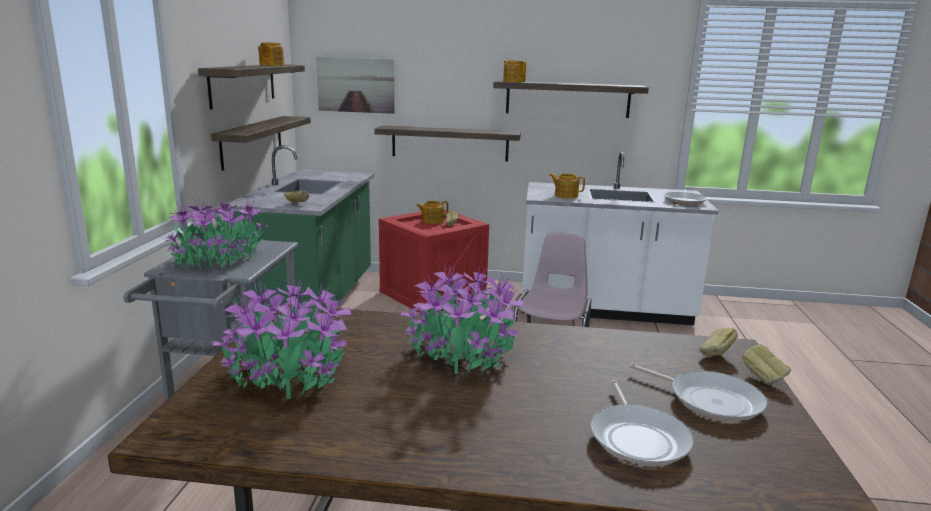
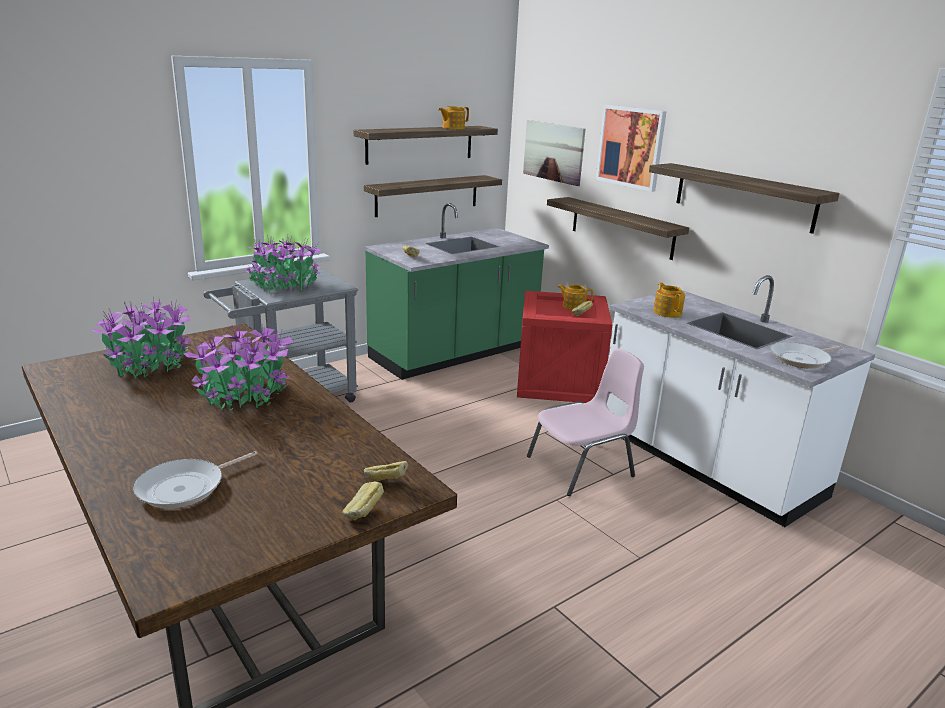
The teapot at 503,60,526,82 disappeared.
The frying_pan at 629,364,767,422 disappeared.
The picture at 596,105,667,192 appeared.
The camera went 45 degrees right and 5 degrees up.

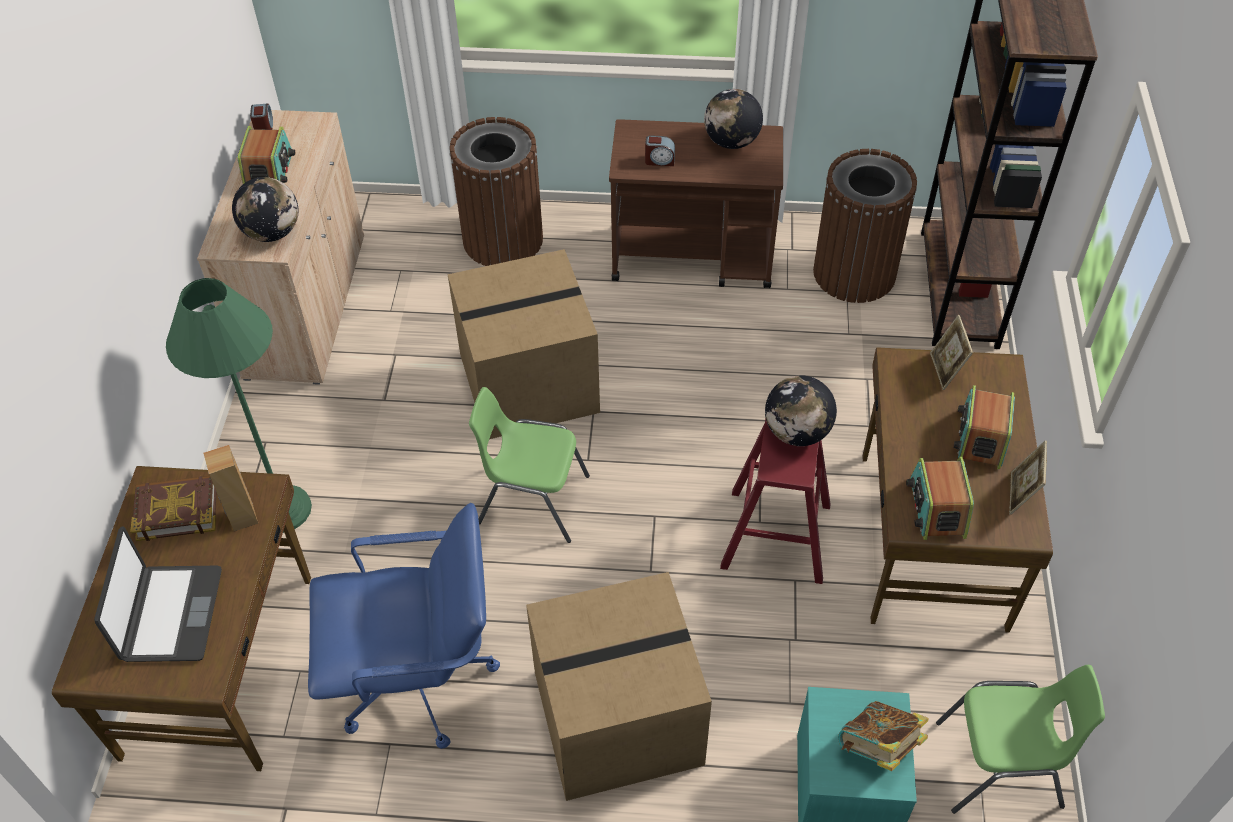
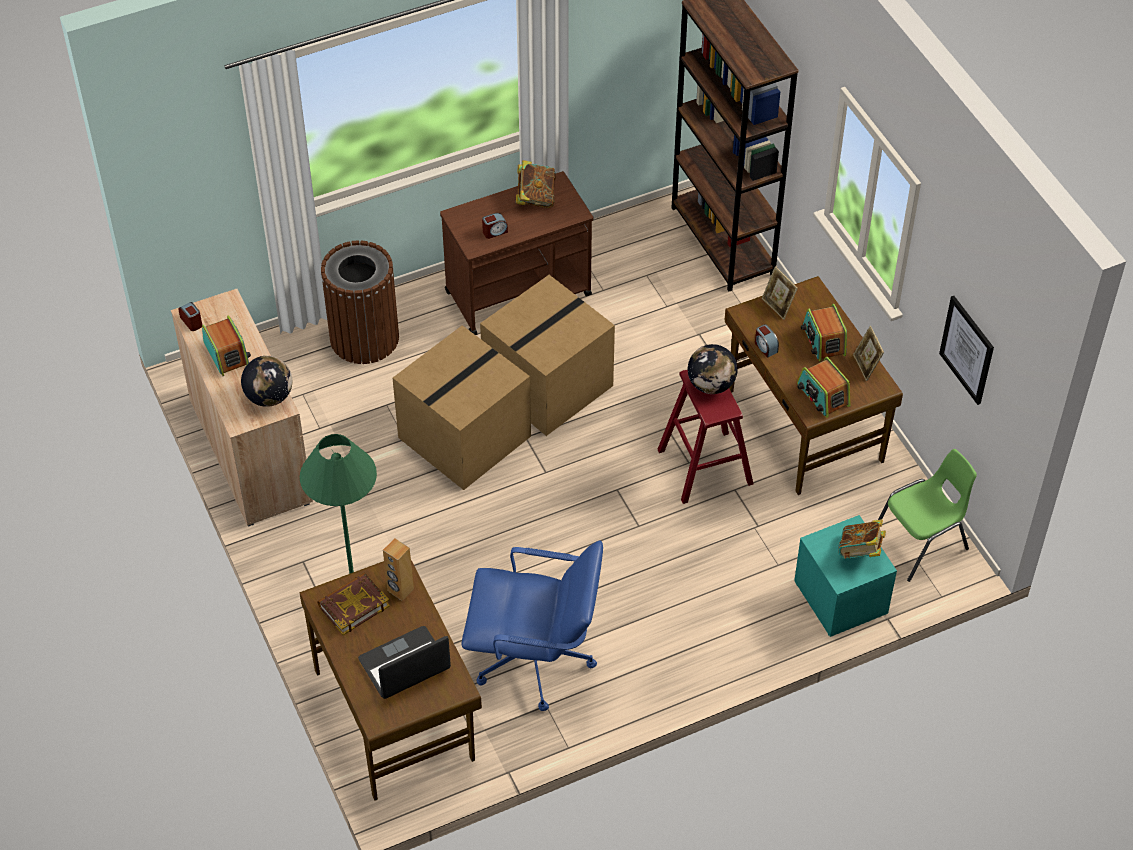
The green_chair at 469,387,590,543 disappeared.
The brown_trash_can at 813,149,917,303 disappeared.
The alarm_clock at 755,324,779,358 appeared.
The picture at 939,296,994,405 appeared.
The cardboard_box moved from 526,572,712,801 to 480,275,615,436.
The globe at 704,89,763,149 was replaced by the book at 516,160,556,208.
The laptop at 94,526,222,662 turned 90 degrees counterclockwise.
The blue_office_chair at 308,503,500,749 turned 45 degrees clockwise.
The camera went 30 degrees left and 0 degrees up.

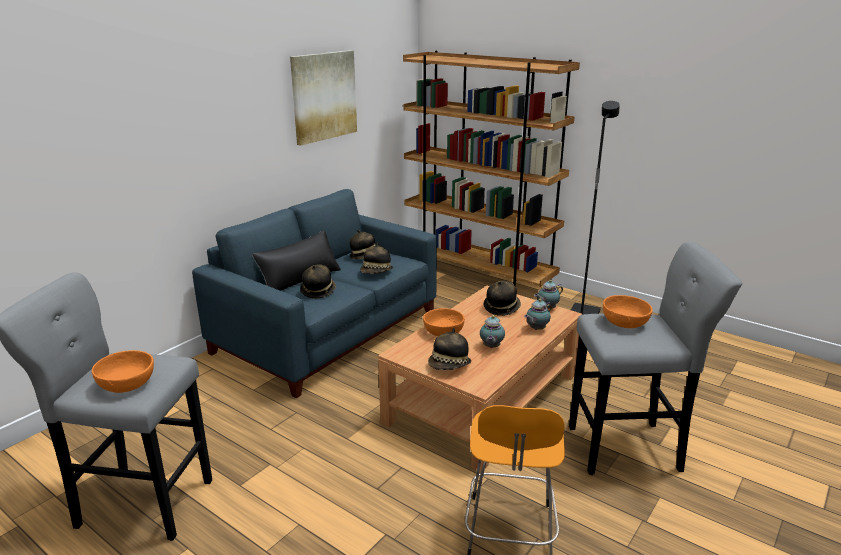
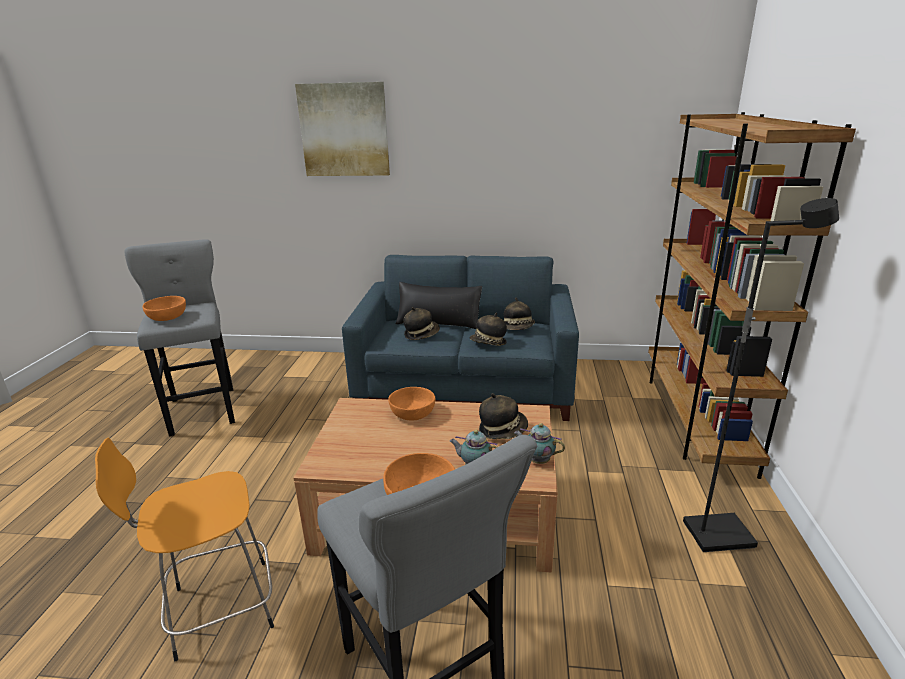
The hat at 428,328,471,370 disappeared.
The teapot at 480,315,505,348 disappeared.
The picture moved from 290,50,357,146 to 295,82,390,176.
The camera went 60 degrees right and 0 degrees up.

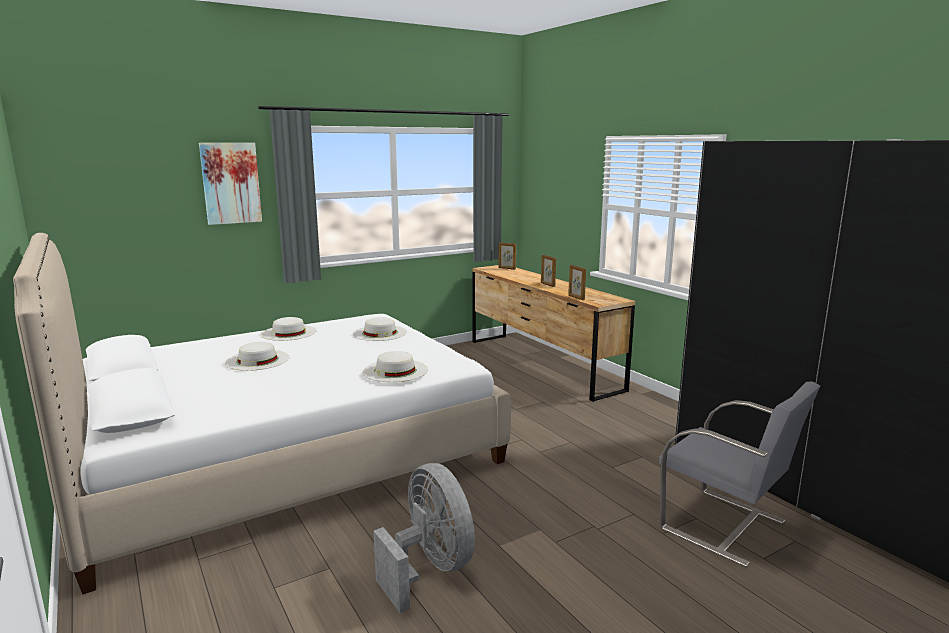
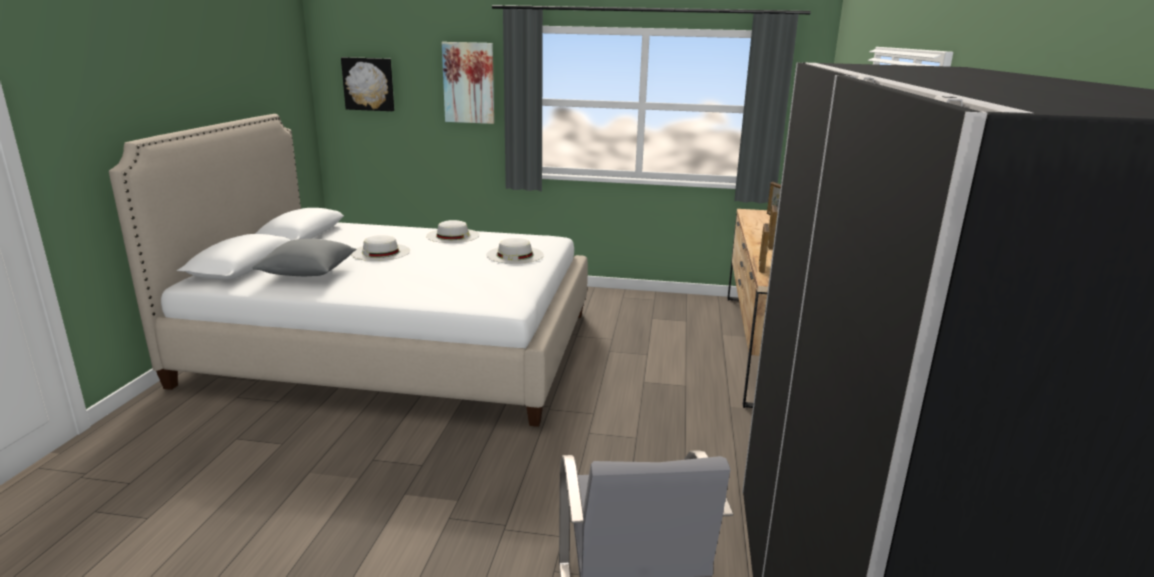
The white_hat at 363,351,428,382 disappeared.
The grey_fan at 373,463,475,613 disappeared.
The grey_pillow at 253,239,357,276 appeared.
The picture at 341,57,394,111 appeared.
The camera went 40 degrees right and 5 degrees up.

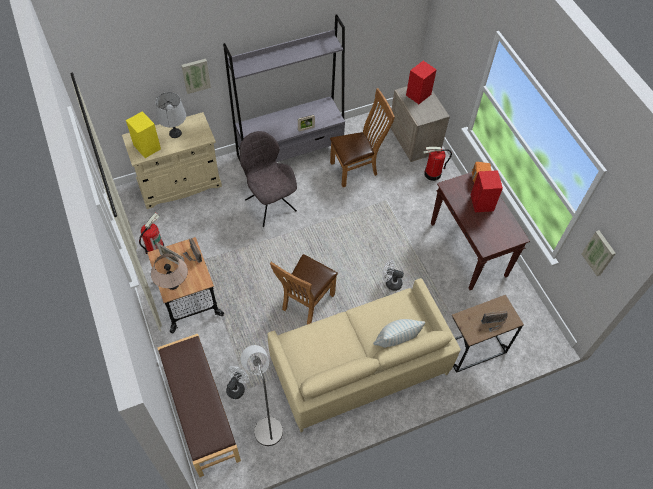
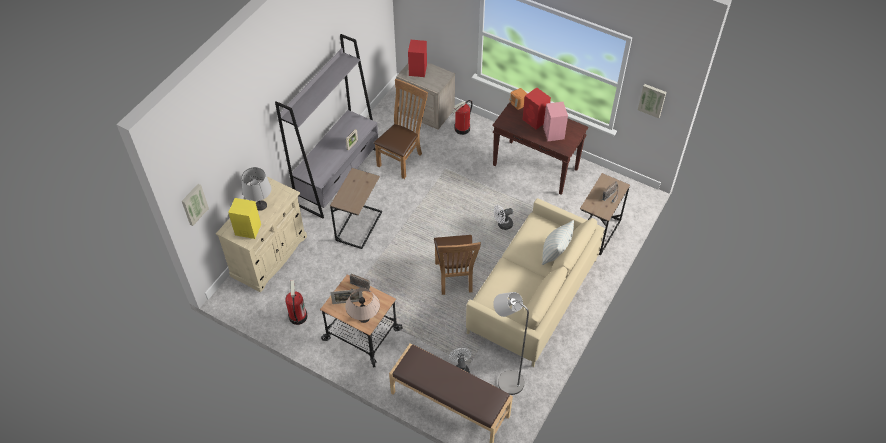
The pink_speaker at 543,102,568,141 appeared.
The picture moved from 182,59,211,94 to 182,184,209,226.
The grey_chair at 240,131,297,227 was replaced by the brown_side_table at 330,168,382,249.
The camera went 35 degrees left and 5 degrees down.

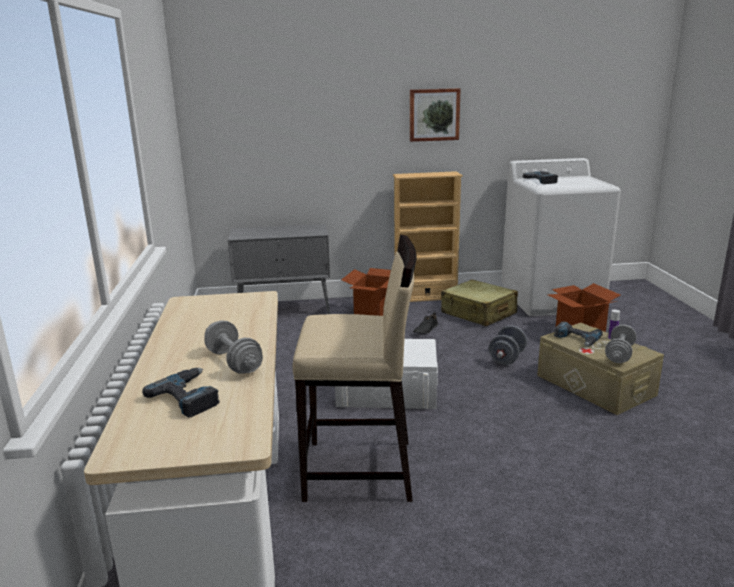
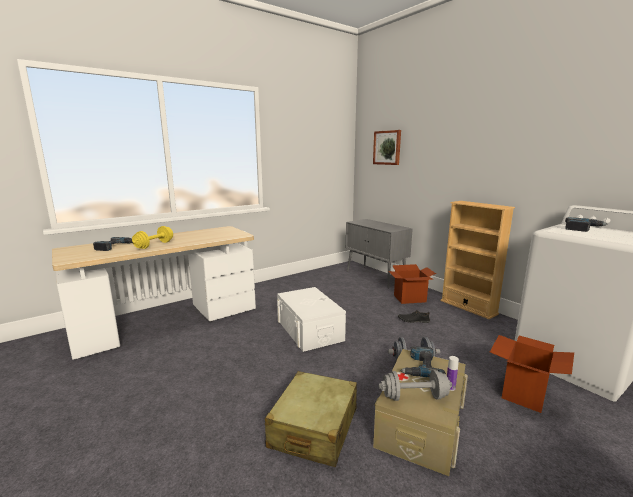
The beige_stool at 292,235,417,502 disappeared.
The picture moved from 410,88,461,142 to 373,130,401,165.
The beige_suitcase moved from 441,279,518,326 to 265,371,357,467.
The grey_dumbbell at 204,321,263,373 became the yellow_dumbbell at 132,226,173,249.
The camera went 60 degrees right and 5 degrees down.

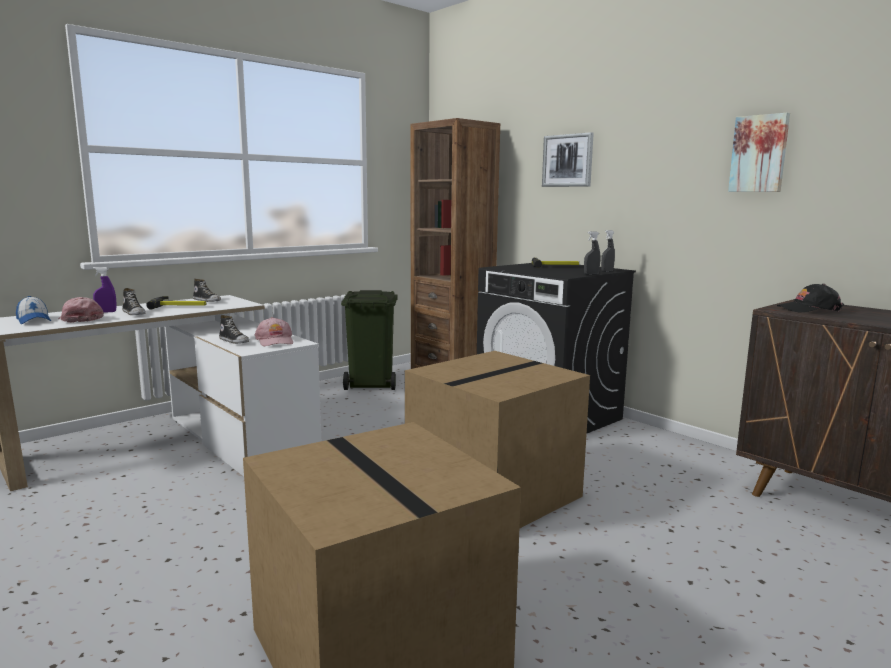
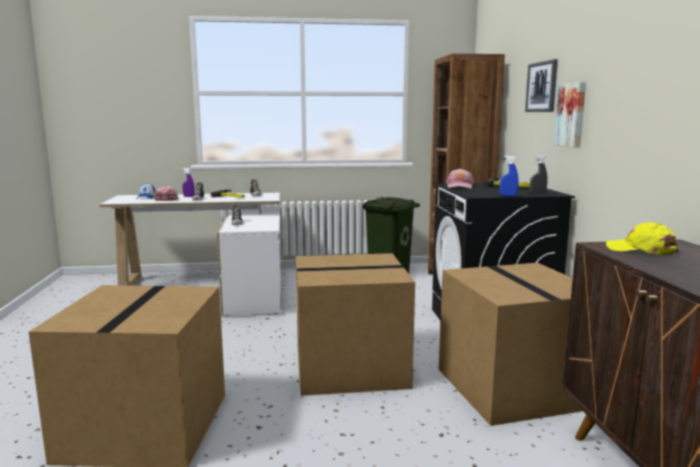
The cardboard_box at 439,263,582,426 appeared.
The pink_cap moved from 255,317,293,346 to 446,168,474,188.
The picture moved from 728,113,790,192 to 554,82,586,148.
The grey_spray_bottle at 584,231,600,275 became the blue_spray_bottle at 500,155,519,197.
The black_cap at 777,284,844,313 became the yellow_cap at 606,222,678,256.
The camera went 35 degrees right and 0 degrees up.

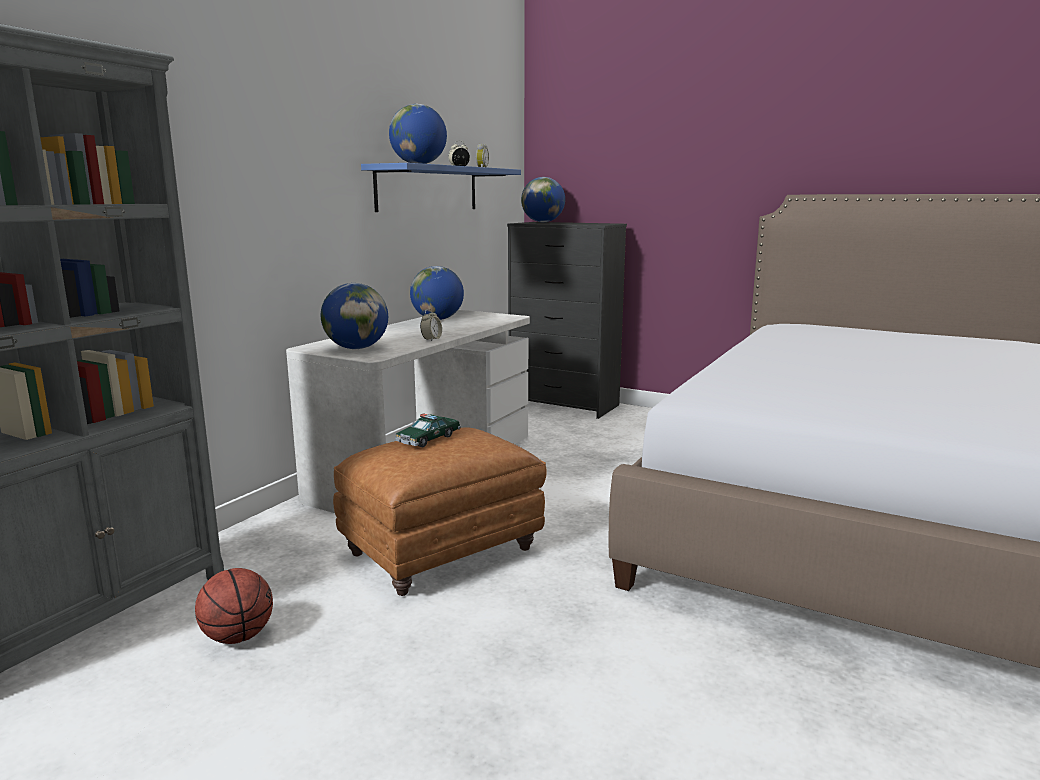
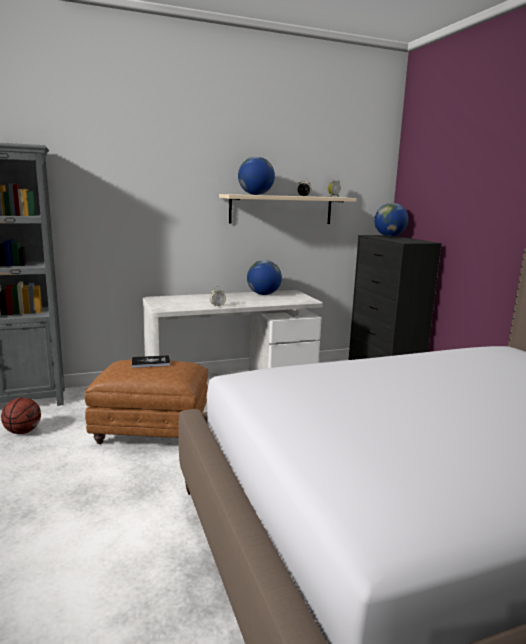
The globe at 321,283,388,349 disappeared.
The toy_car at 395,413,461,447 was replaced by the book at 132,355,170,368.
The blue_shelf at 361,163,521,212 became the beige_shelf at 219,194,356,224.
The camera went 40 degrees right and 0 degrees up.

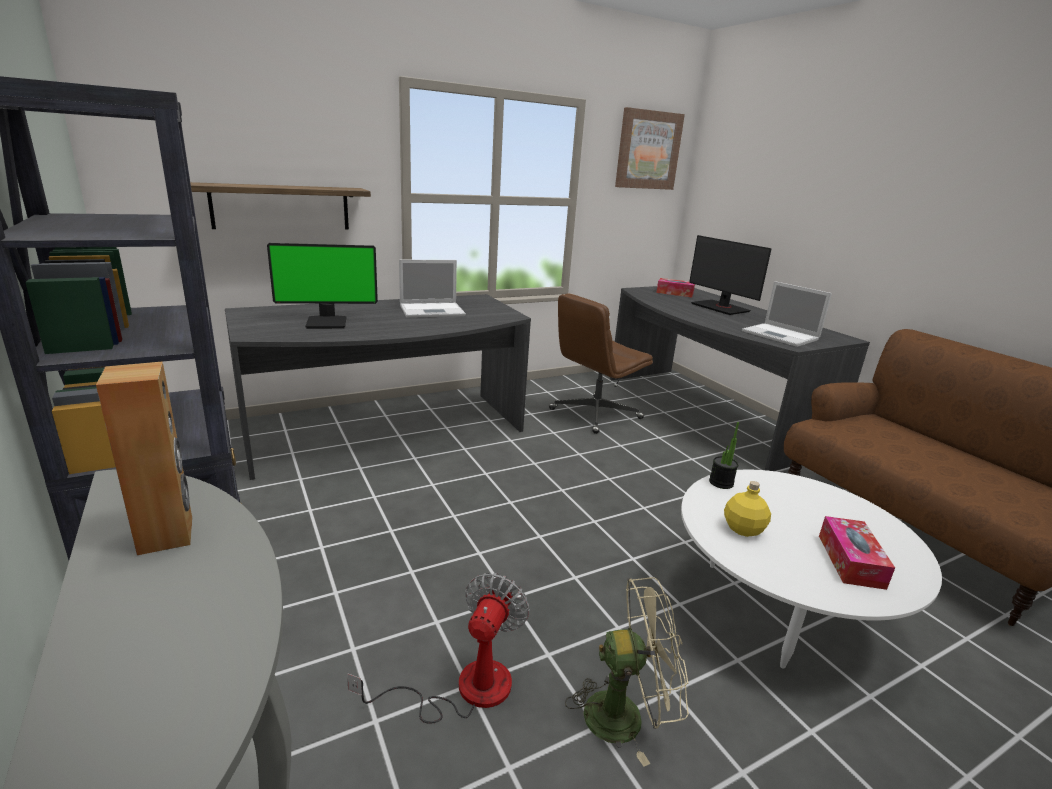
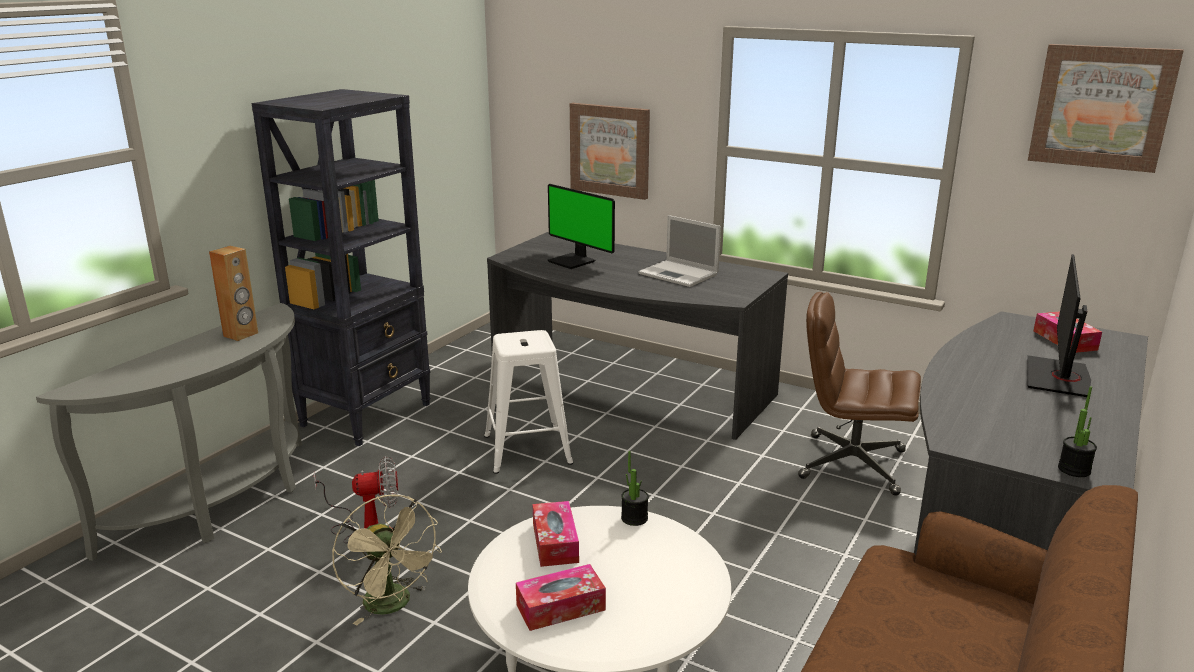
The laptop at 742,281,832,347 disappeared.
The white_stool at 484,330,573,474 appeared.
The potted_plant at 1058,386,1097,477 appeared.
The shelf at 190,182,371,229 was replaced by the picture at 570,103,650,200.
The yellow_bottle at 724,481,771,537 was replaced by the tissue_box at 533,501,579,567.
The camera went 60 degrees right and 0 degrees up.

